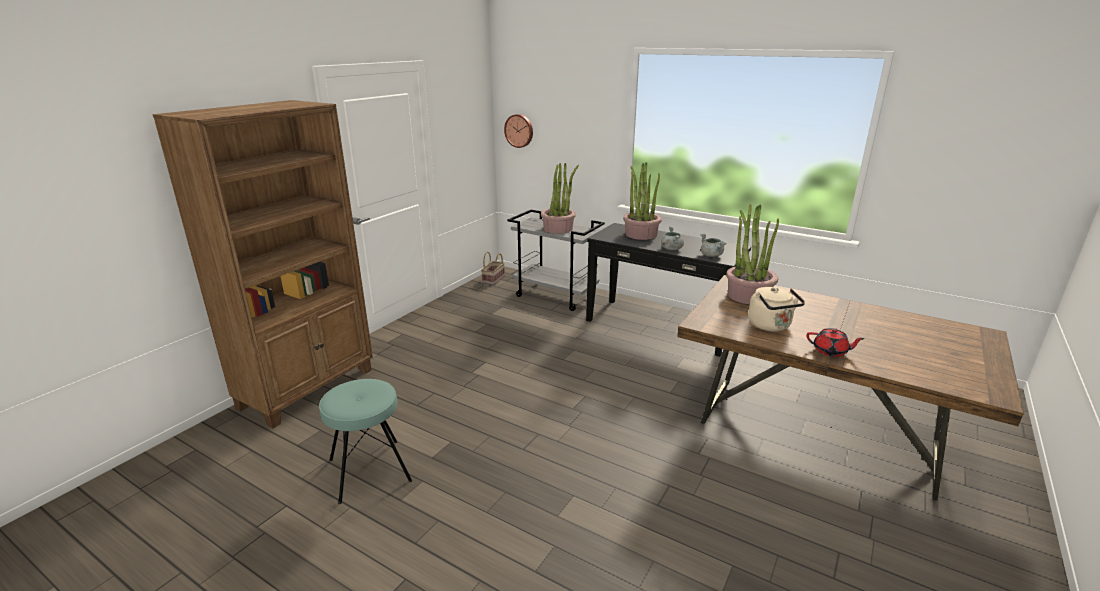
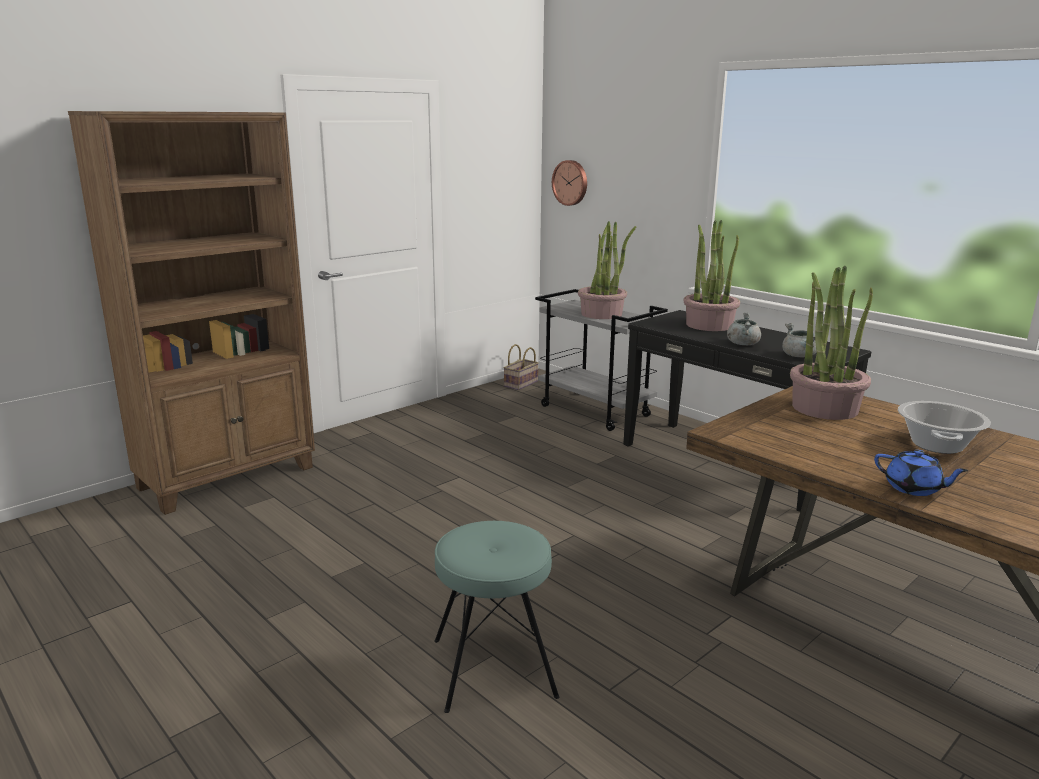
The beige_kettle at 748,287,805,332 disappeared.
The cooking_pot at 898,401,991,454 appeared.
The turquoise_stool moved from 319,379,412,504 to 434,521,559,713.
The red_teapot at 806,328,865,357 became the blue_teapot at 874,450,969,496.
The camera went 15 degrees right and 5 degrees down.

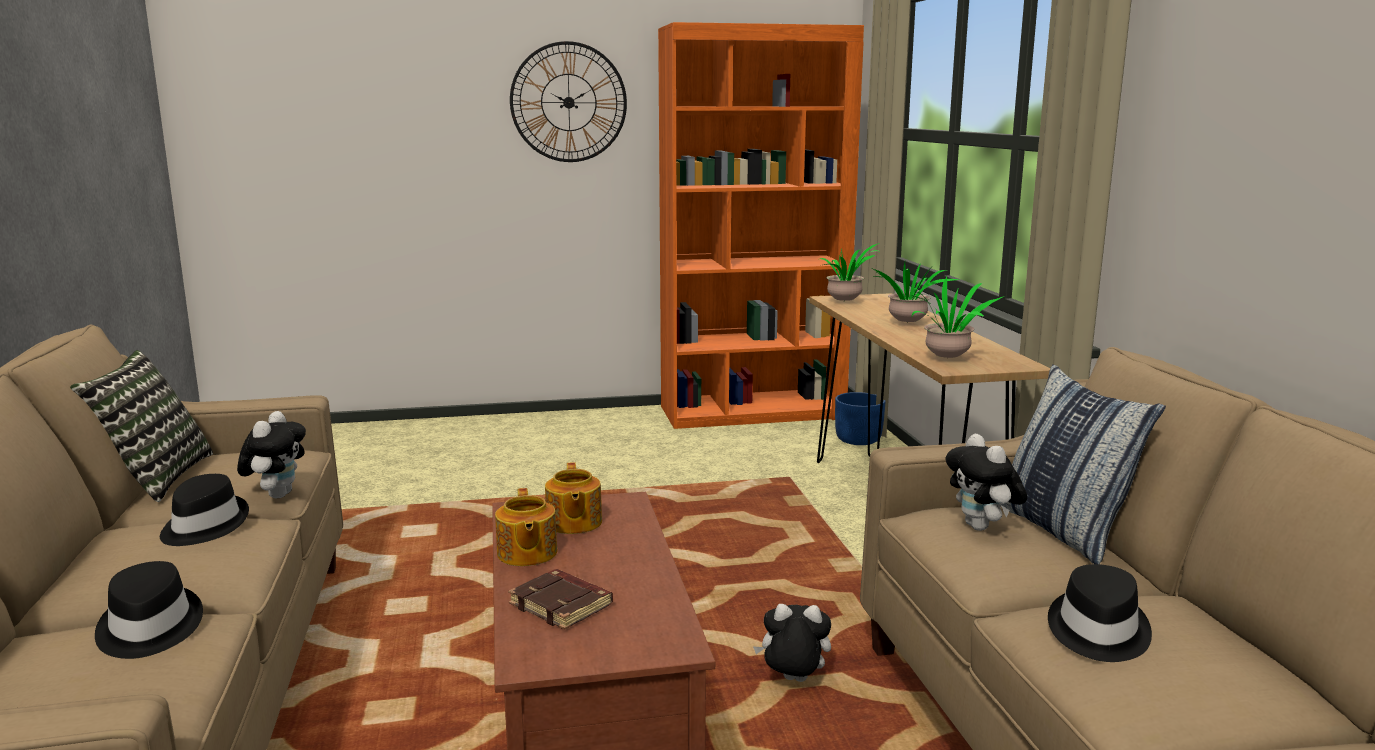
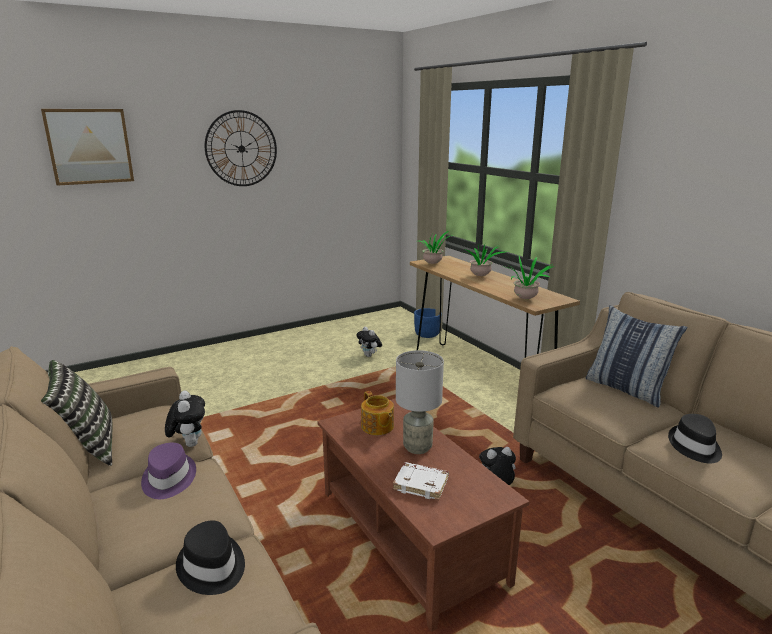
The teapot at 495,488,557,566 disappeared.
The orange_bookcase at 658,22,864,429 disappeared.
The picture at 41,109,134,186 appeared.
The grey_table_lamp at 396,350,444,454 appeared.
The plush_toy moved from 945,434,1027,531 to 356,327,382,357.
The black_hat at 160,474,249,546 became the purple_hat at 141,443,196,499.
The brown_book at 508,569,613,630 became the white_book at 393,462,449,500.
The camera went 20 degrees left and 5 degrees up.

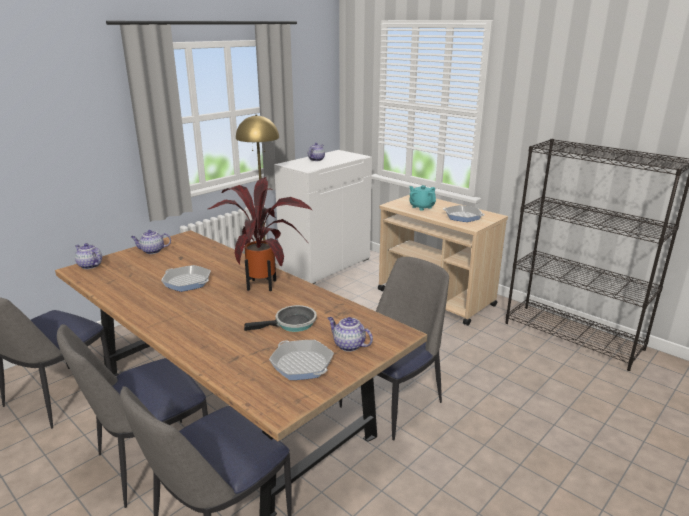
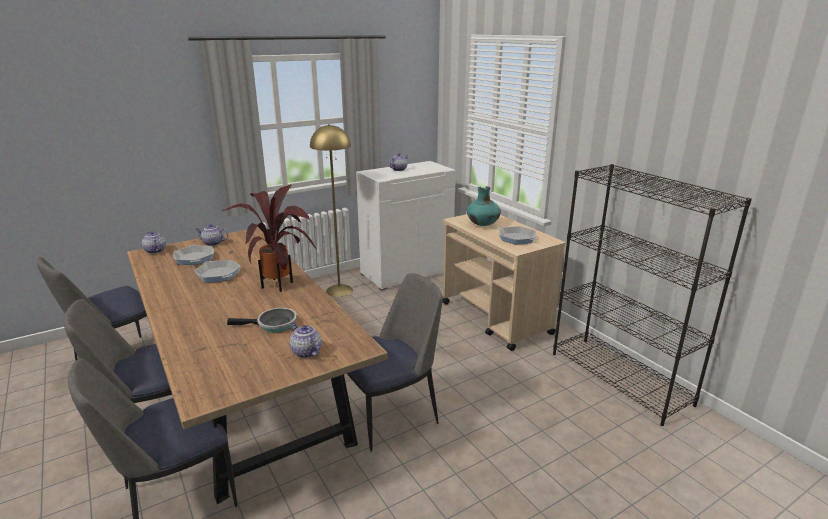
The frying_pan moved from 269,340,334,380 to 173,245,214,265.
The turquoise_teapot at 409,185,436,211 was replaced by the turquoise_vase at 467,186,501,226.
The camera went 15 degrees right and 0 degrees up.

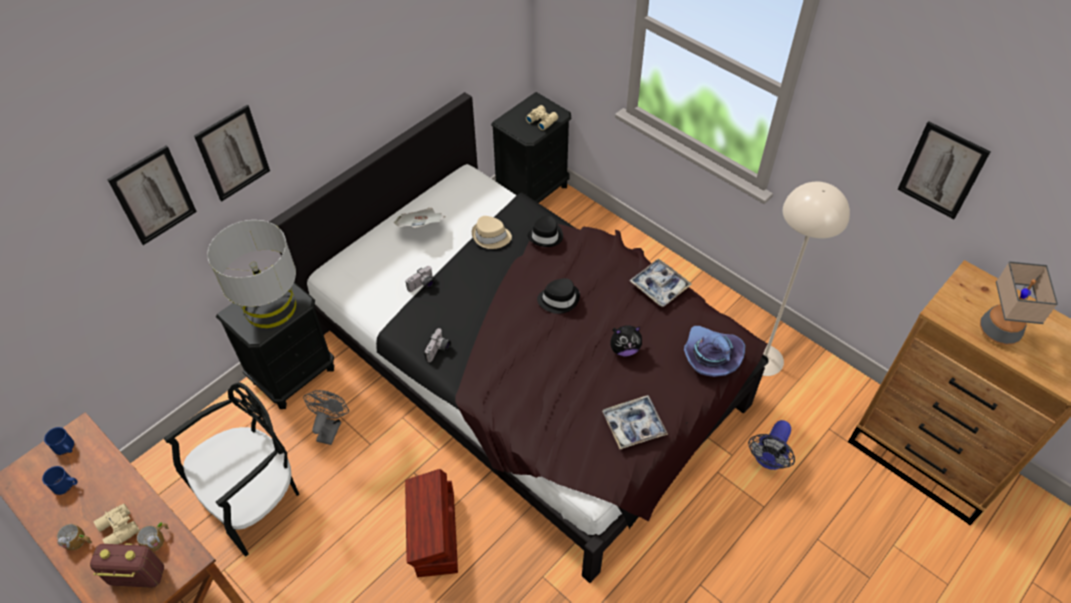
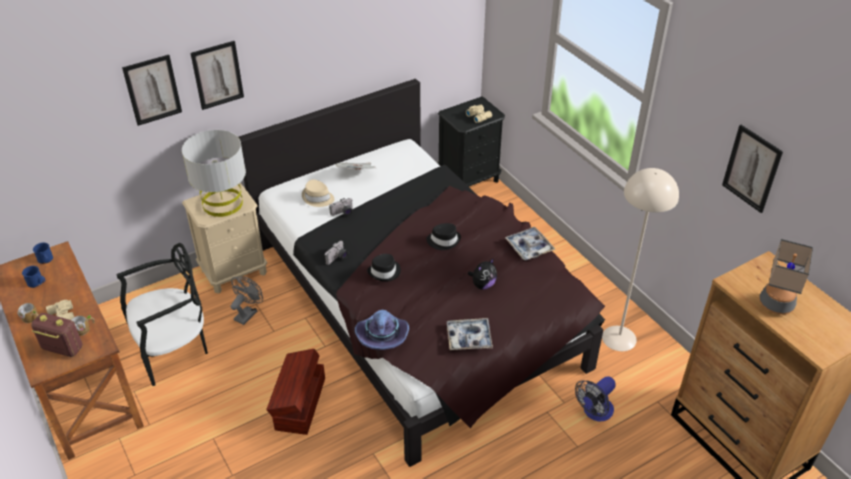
The beige_hat moved from 472,216,512,249 to 302,179,334,207.
The black_hat moved from 527,216,563,247 to 367,254,401,282.
The purple_hat moved from 684,326,746,377 to 355,310,409,350.
The black_nightstand at 216,282,334,409 became the beige_nightstand at 182,182,267,294.
The plush_toy at 610,325,642,356 turned 45 degrees counterclockwise.
The camera went 15 degrees right and 10 degrees down.

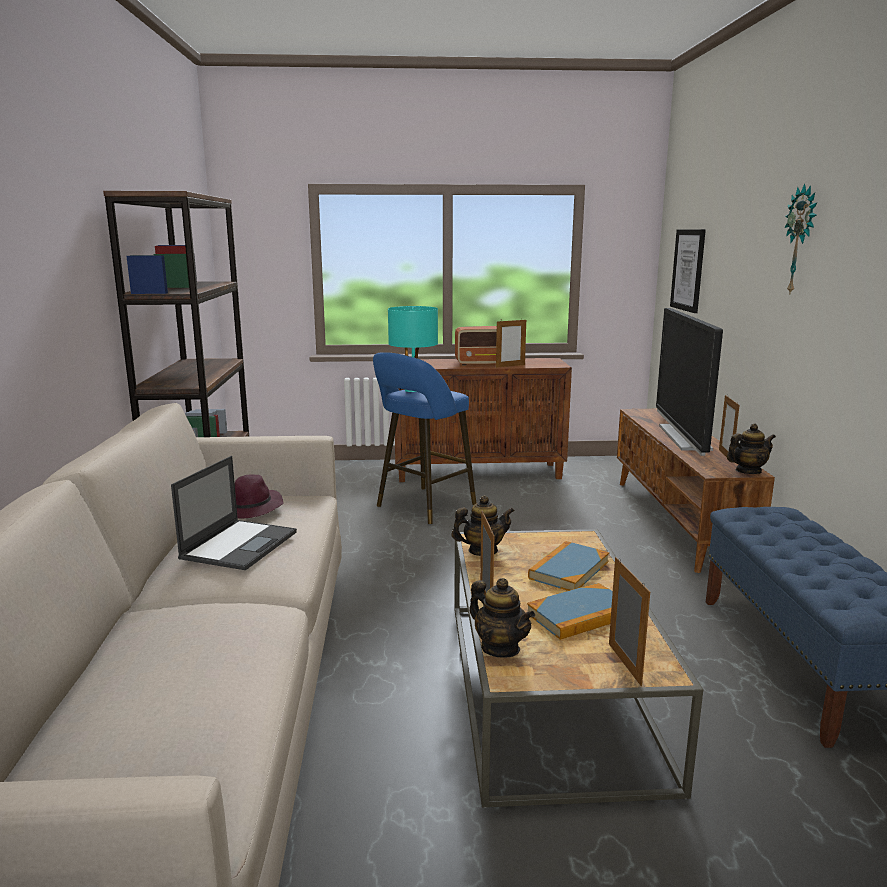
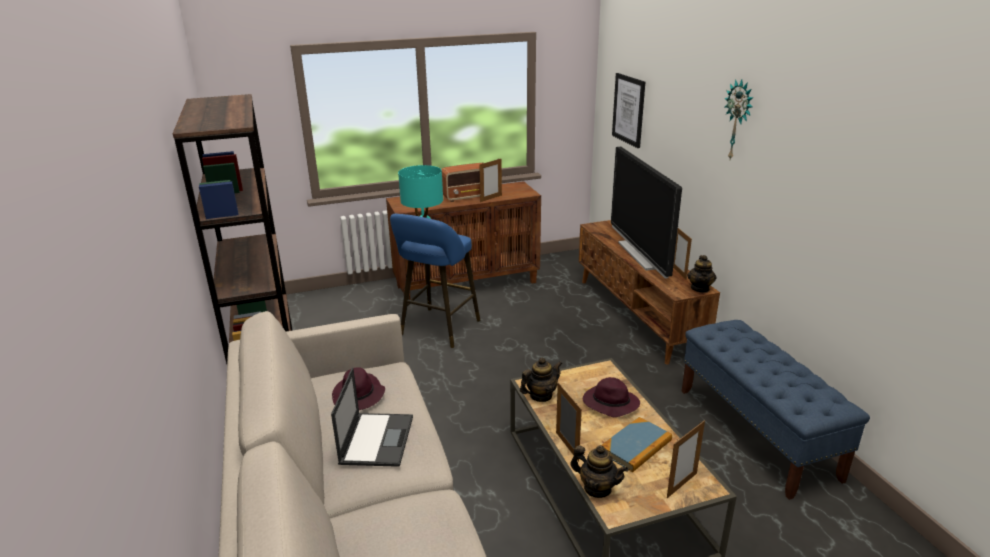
The book at 528,541,609,591 was replaced by the purple_hat at 583,377,640,417.
The picture_frame at 609,557,650,686 turned 75 degrees clockwise.
The teapot at 727,423,776,474 turned 135 degrees clockwise.
The camera went 15 degrees left and 10 degrees up.

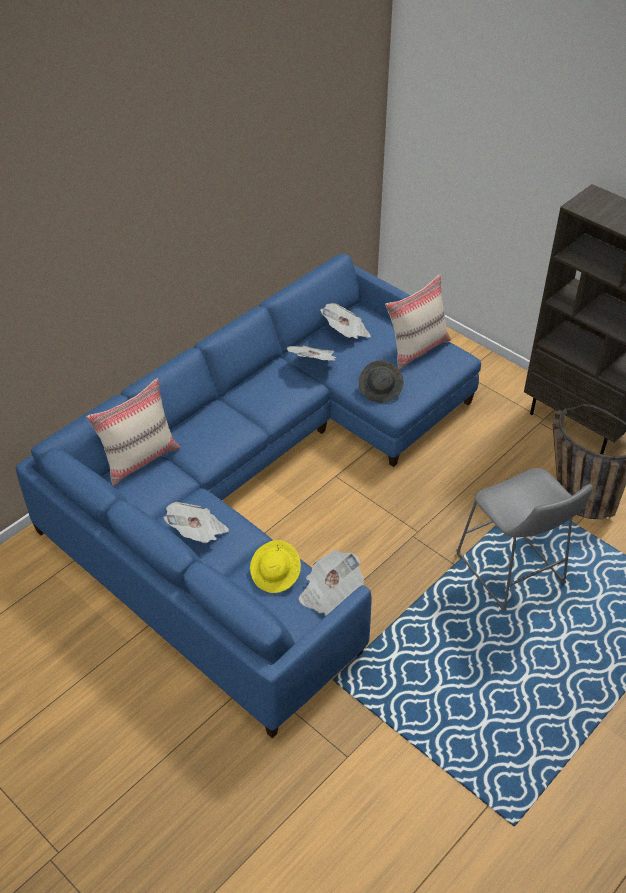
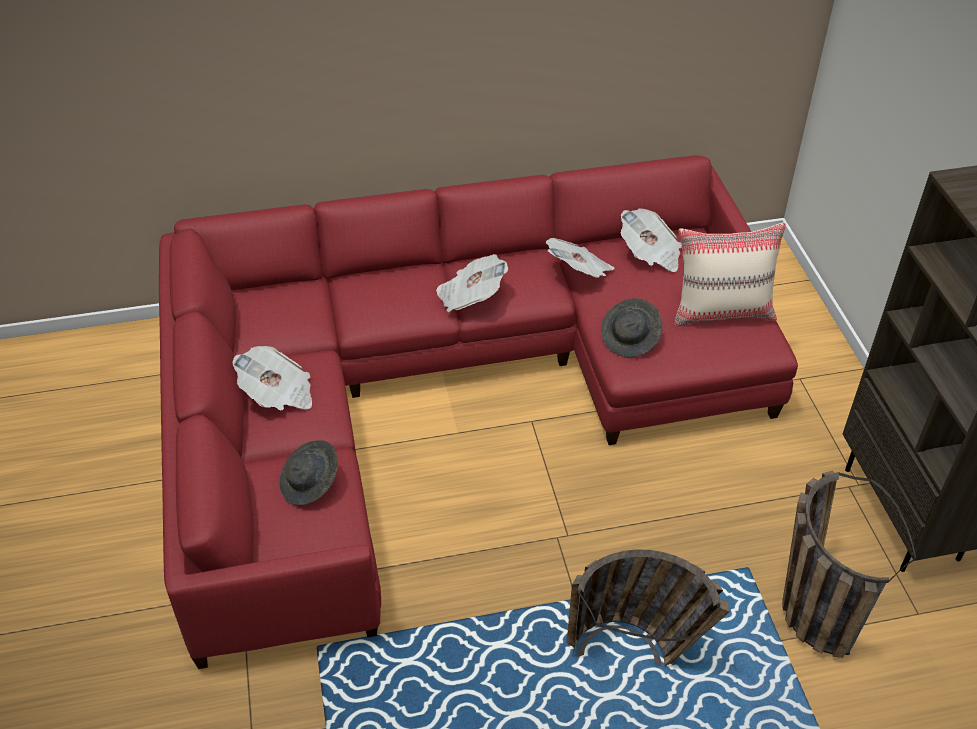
The beige_pillow at 86,379,180,486 disappeared.
The newspaper moved from 299,550,364,616 to 436,254,508,312.
The grey_stool at 456,468,593,611 was replaced by the basket at 567,549,730,667.
The blue_sofa at 15,254,481,738 became the red_sofa at 159,155,798,669.
The yellow_hat at 250,540,301,593 became the grey_hat at 279,440,338,505.
The camera went 35 degrees right and 0 degrees up.

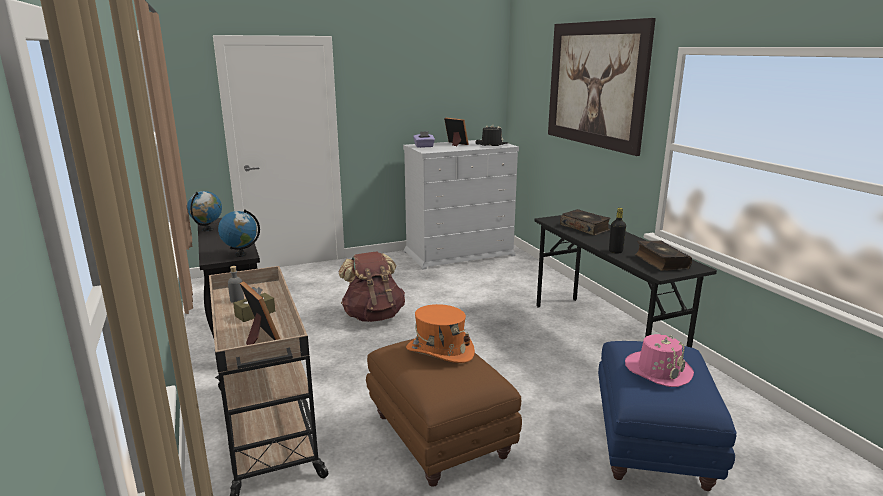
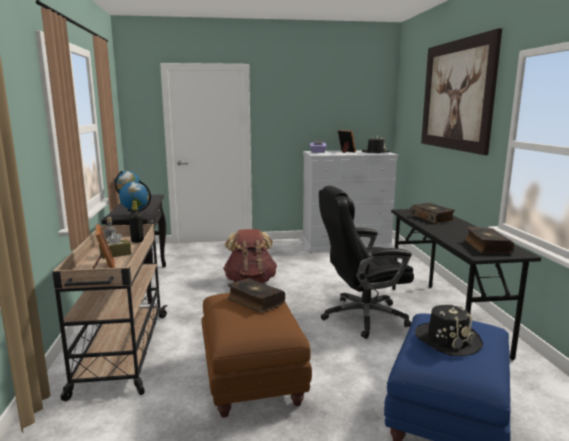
The black_office_chair at 319,186,414,339 appeared.
The black_bottle moved from 609,208,626,253 to 129,201,144,243.
The orange_hat at 406,304,475,363 was replaced by the book at 227,278,285,313.
The pink_hat at 625,334,694,387 became the black_hat at 415,305,483,356.
The camera went 15 degrees right and 5 degrees down.

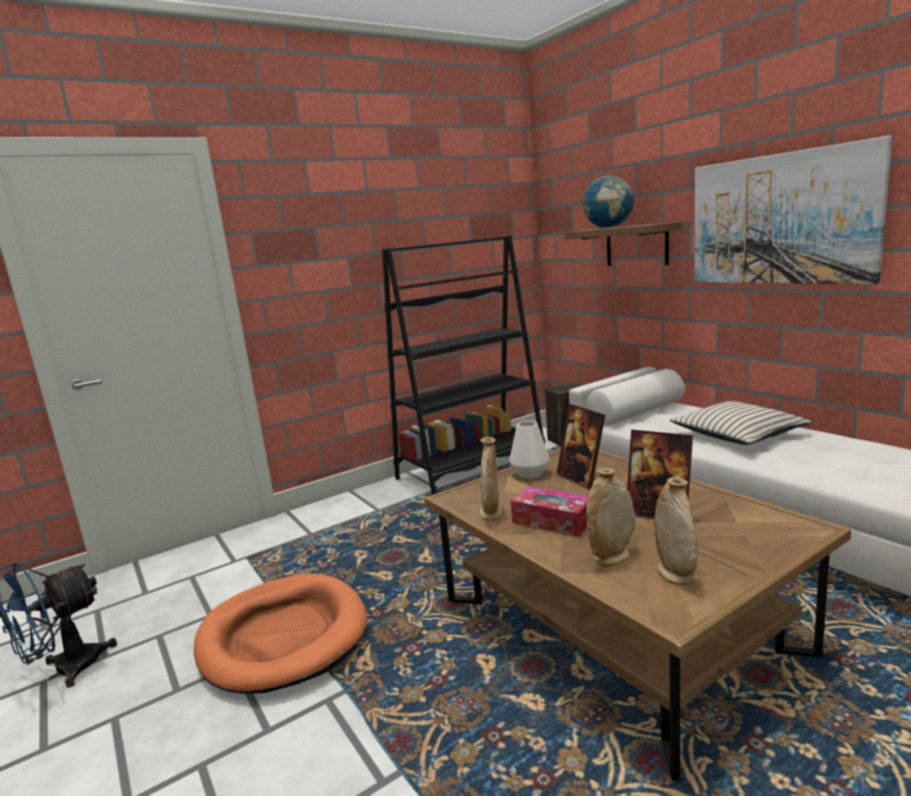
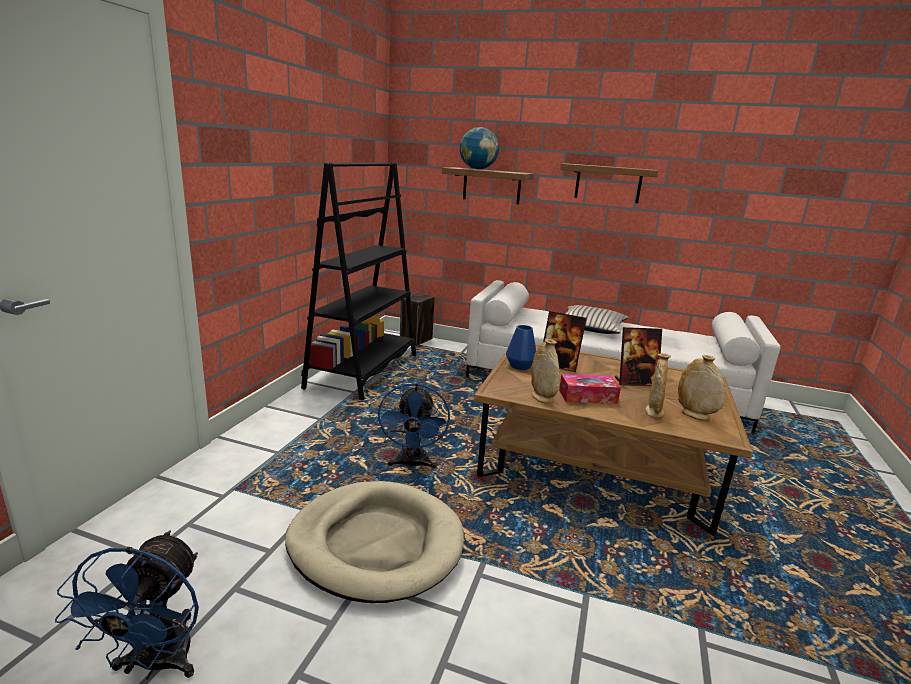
The blue_fan at 376,383,450,469 appeared.
The picture at 694,136,892,284 was replaced by the shelf at 561,164,658,203.
The orange_dog_bed at 194,574,367,694 became the beige_dog_bed at 285,481,464,603.
The white_vase at 509,421,550,479 became the blue_vase at 506,325,536,370.
The camera went 40 degrees left and 5 degrees up.

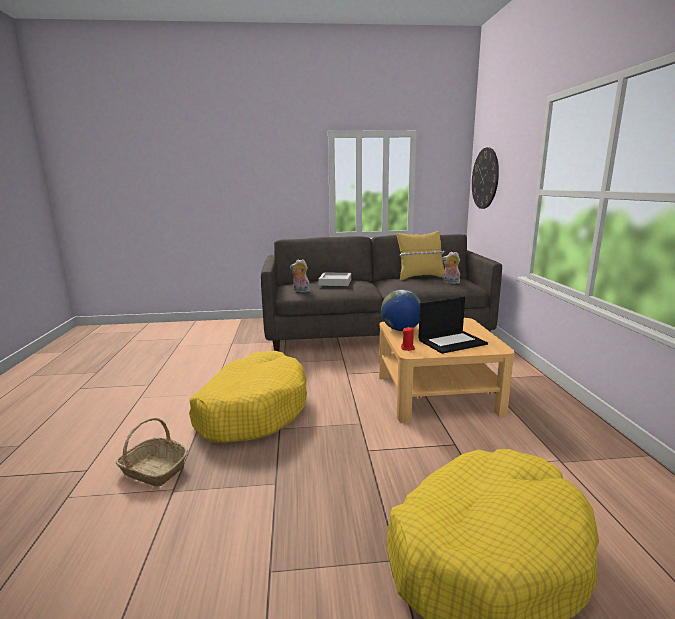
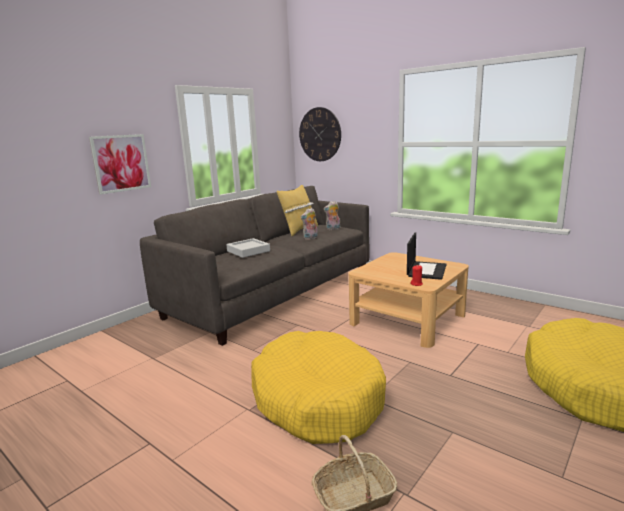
The globe at 381,290,421,331 disappeared.
The picture at 89,134,151,194 appeared.
The plush_toy moved from 290,259,310,292 to 300,208,318,240.
The camera went 45 degrees left and 0 degrees up.

